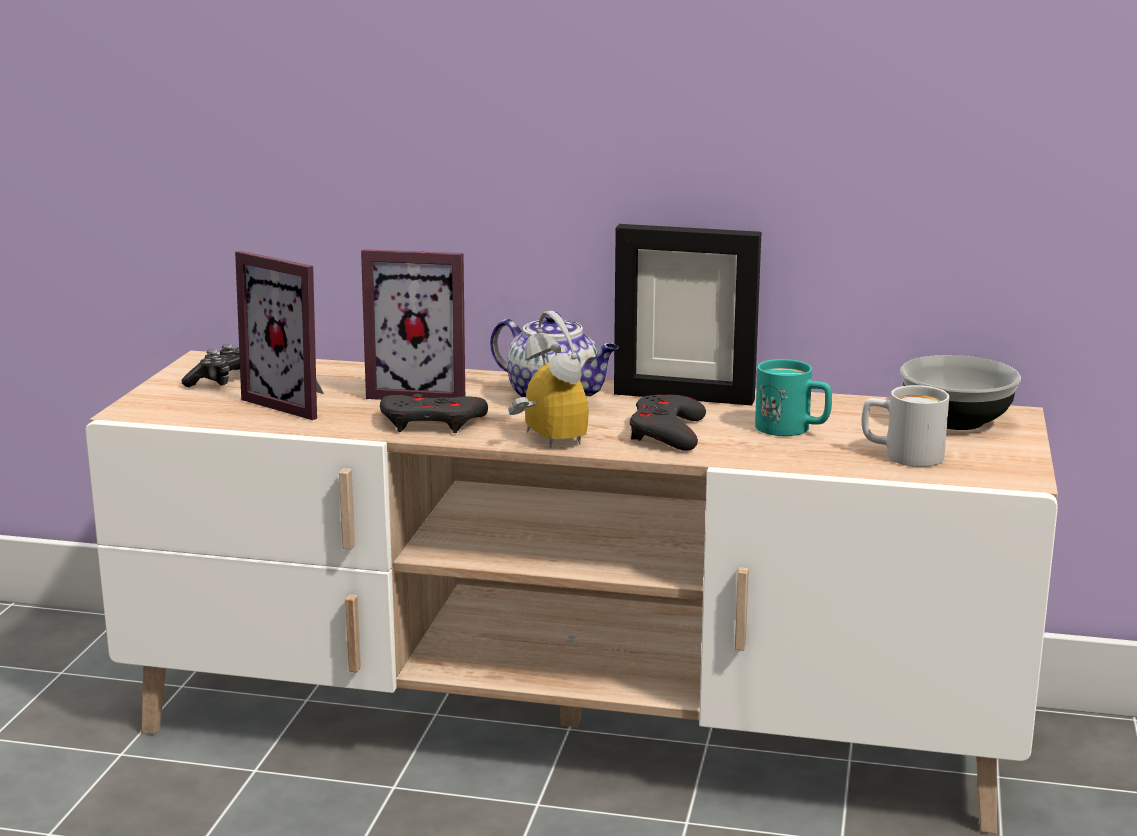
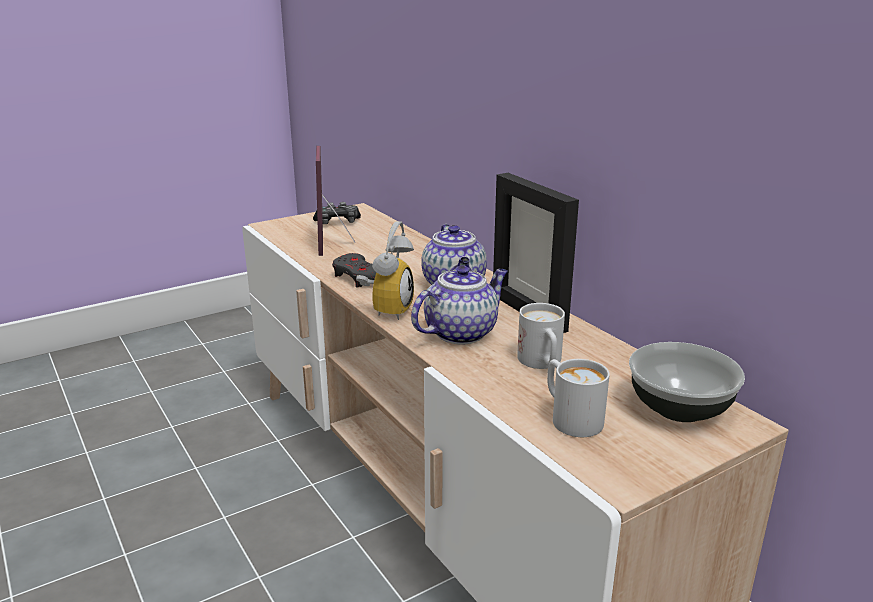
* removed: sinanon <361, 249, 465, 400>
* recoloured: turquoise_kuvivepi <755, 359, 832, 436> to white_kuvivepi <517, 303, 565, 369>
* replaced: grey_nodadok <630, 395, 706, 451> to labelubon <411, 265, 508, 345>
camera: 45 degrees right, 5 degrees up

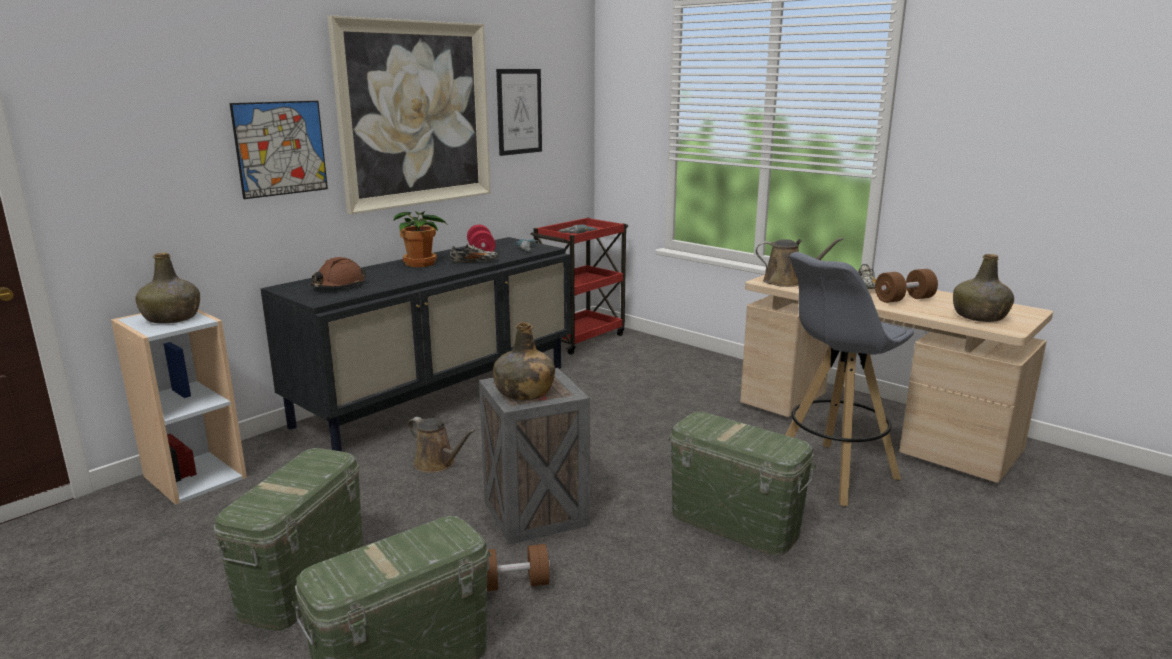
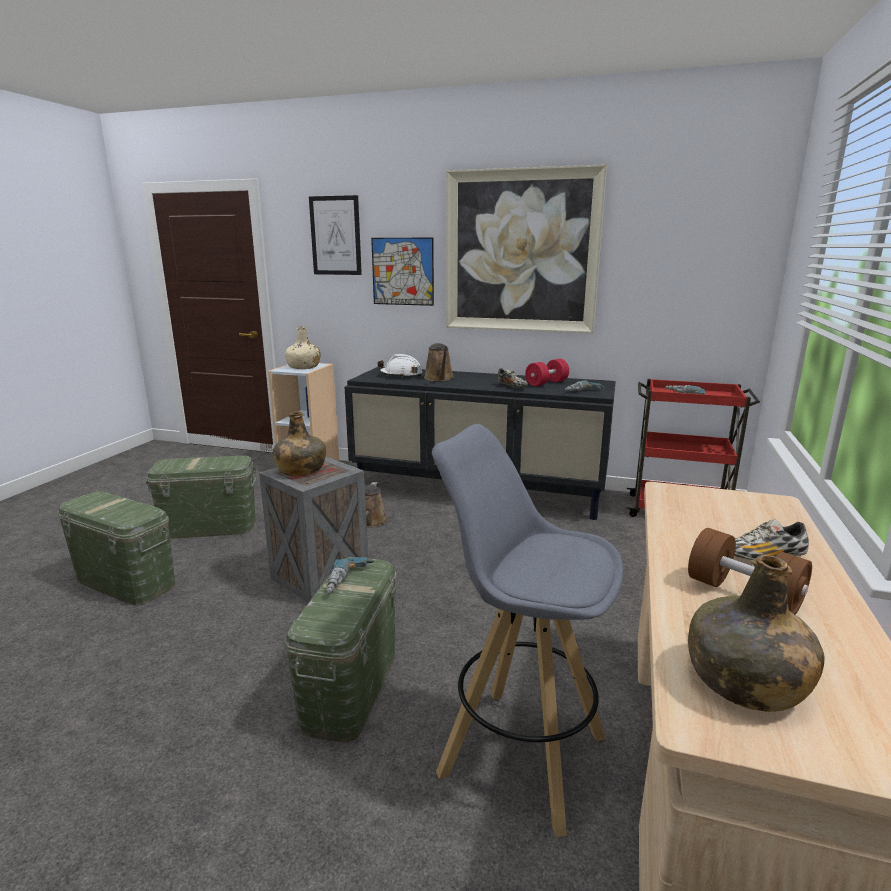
* moved: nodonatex <496, 69, 542, 156> to <309, 195, 362, 275>
* removed: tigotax <393, 211, 447, 267>
* moved: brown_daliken <756, 237, 843, 287> to <424, 343, 454, 381>
* recoloured: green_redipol <135, 252, 200, 324> to beige_redipol <285, 327, 320, 369>
* recoloured: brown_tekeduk <310, 257, 366, 288> to white_tekeduk <377, 354, 422, 378>
* removed: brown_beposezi <487, 544, 550, 591>
* added: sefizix <326, 557, 374, 594>
camera: 65 degrees right, 0 degrees up

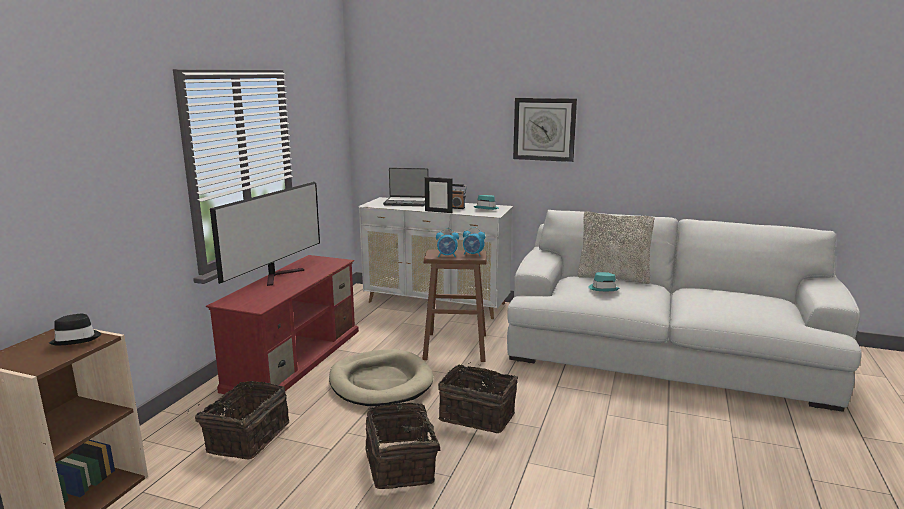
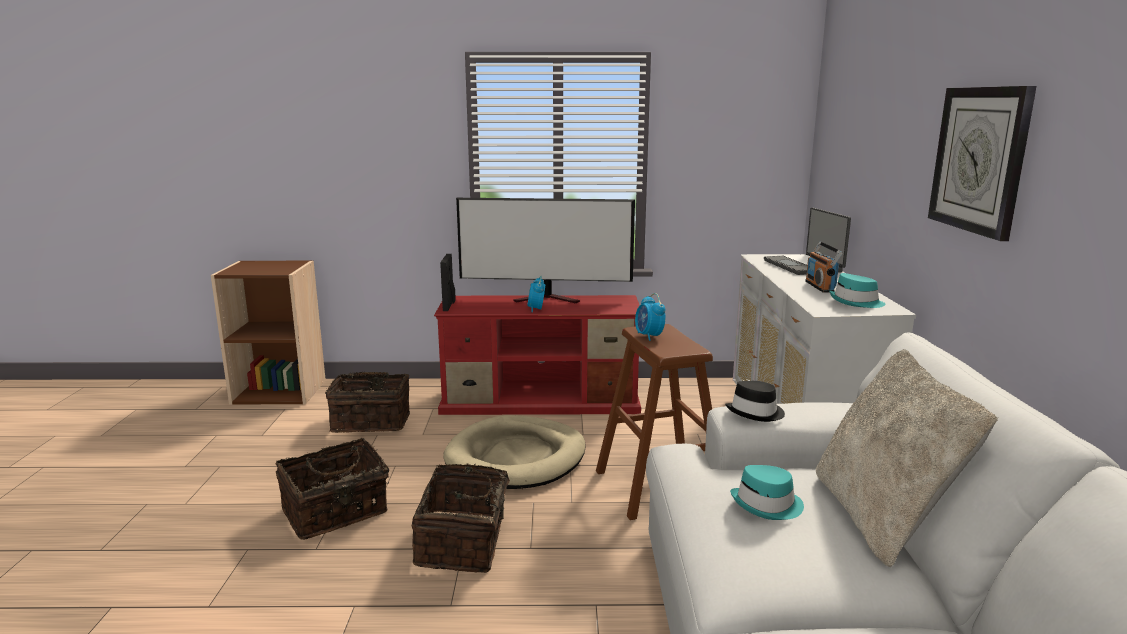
* moved: sinanon <425, 177, 452, 213> to <440, 254, 456, 311>
* moved: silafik <463, 227, 485, 256> to <527, 275, 545, 313>
* moved: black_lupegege <49, 314, 101, 345> to <725, 381, 785, 422>
camera: 70 degrees right, 0 degrees up

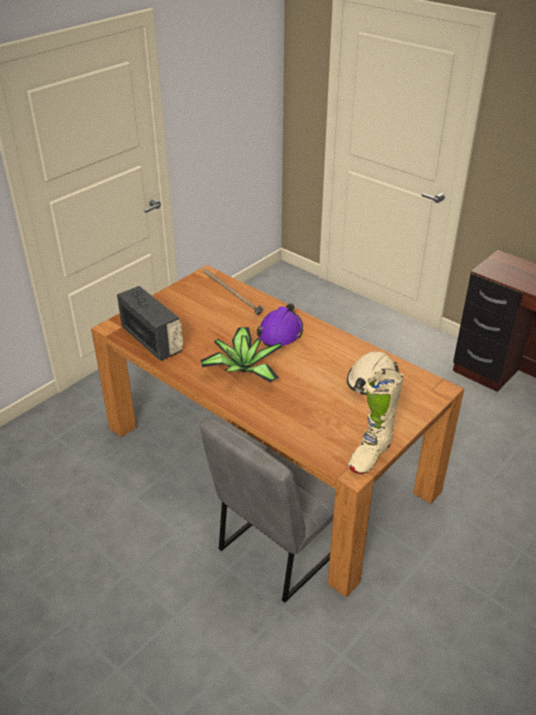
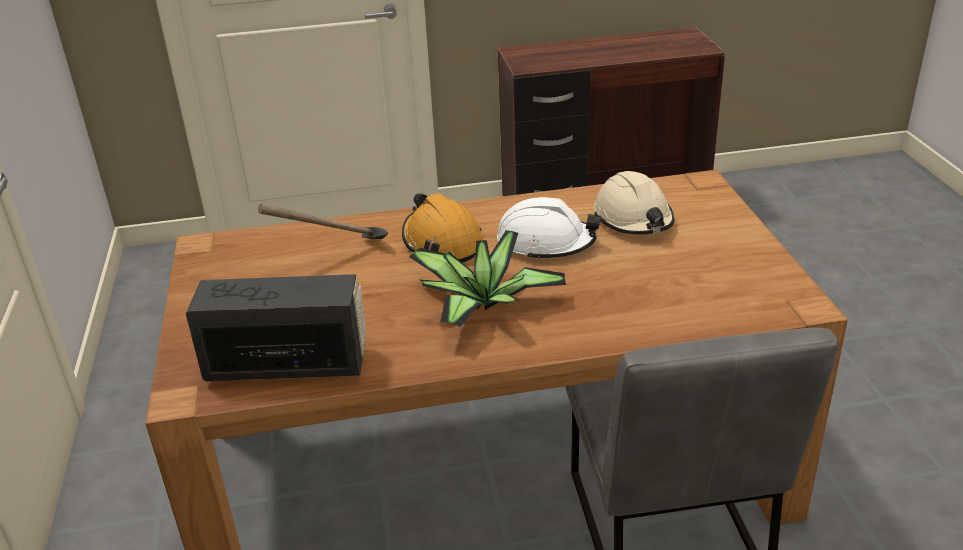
* recoloured: purple_tekeduk <257, 303, 303, 347> to orange_tekeduk <402, 193, 483, 263>
* removed: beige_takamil <348, 368, 404, 474>
* added: white_tekeduk <497, 197, 600, 261>
camera: 50 degrees left, 5 degrees down

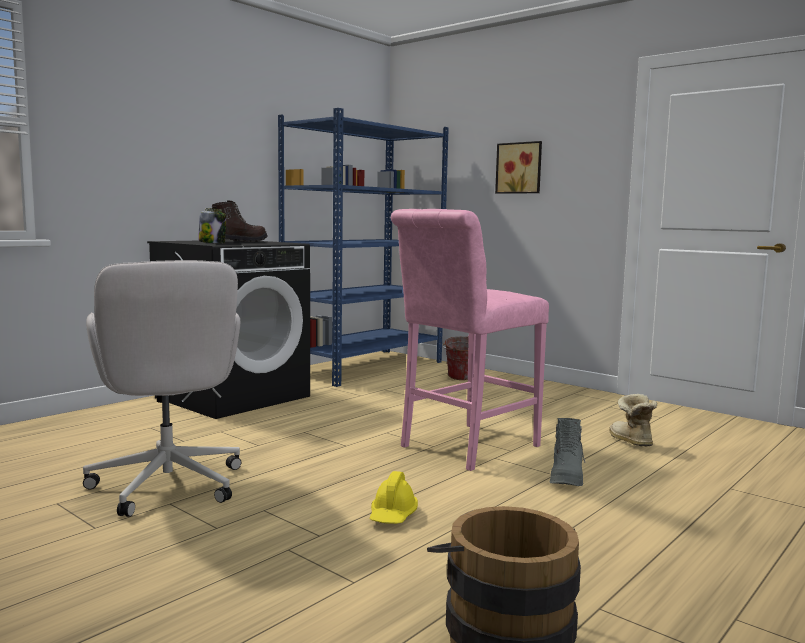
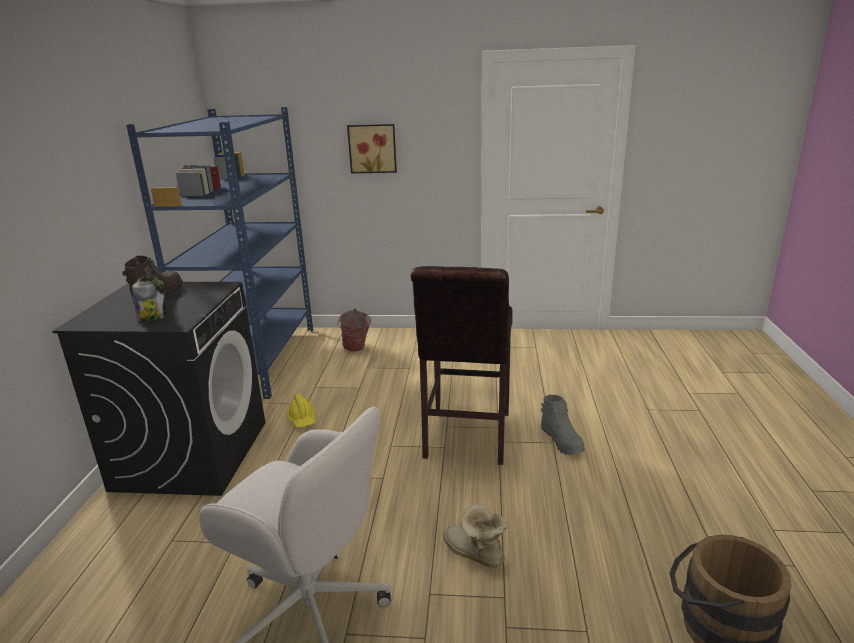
* recoloured: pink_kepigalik <391, 209, 549, 471> to brown_kepigalik <411, 266, 513, 465>
* moved: takamil <609, 394, 657, 446> to <443, 504, 508, 568>
* moved: yellow_tekeduk <370, 471, 418, 524> to <287, 393, 316, 427>
camera: 35 degrees left, 15 degrees up

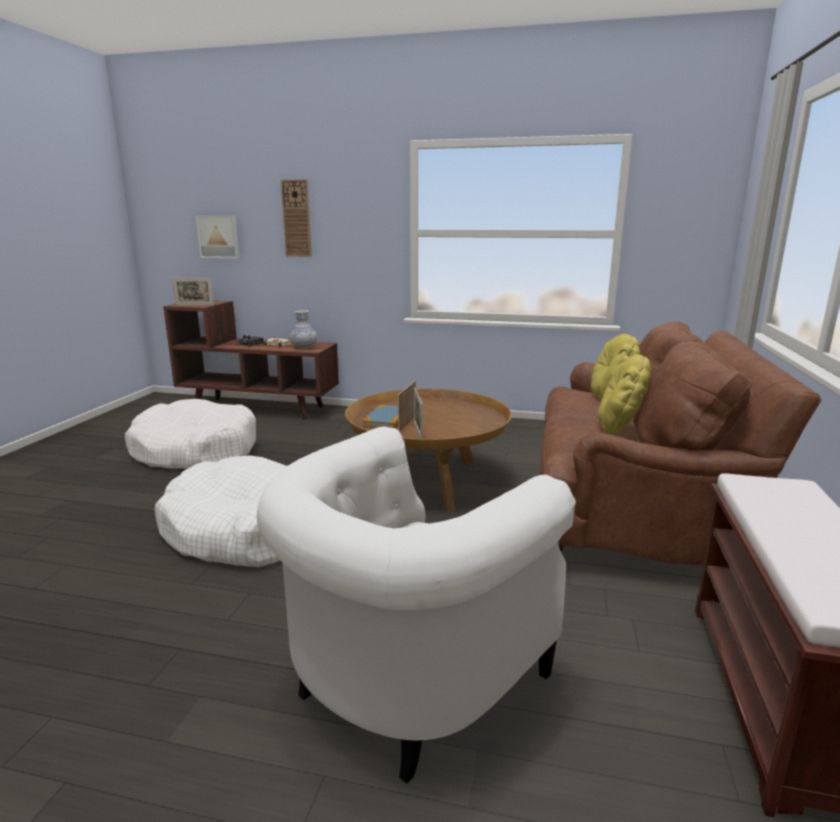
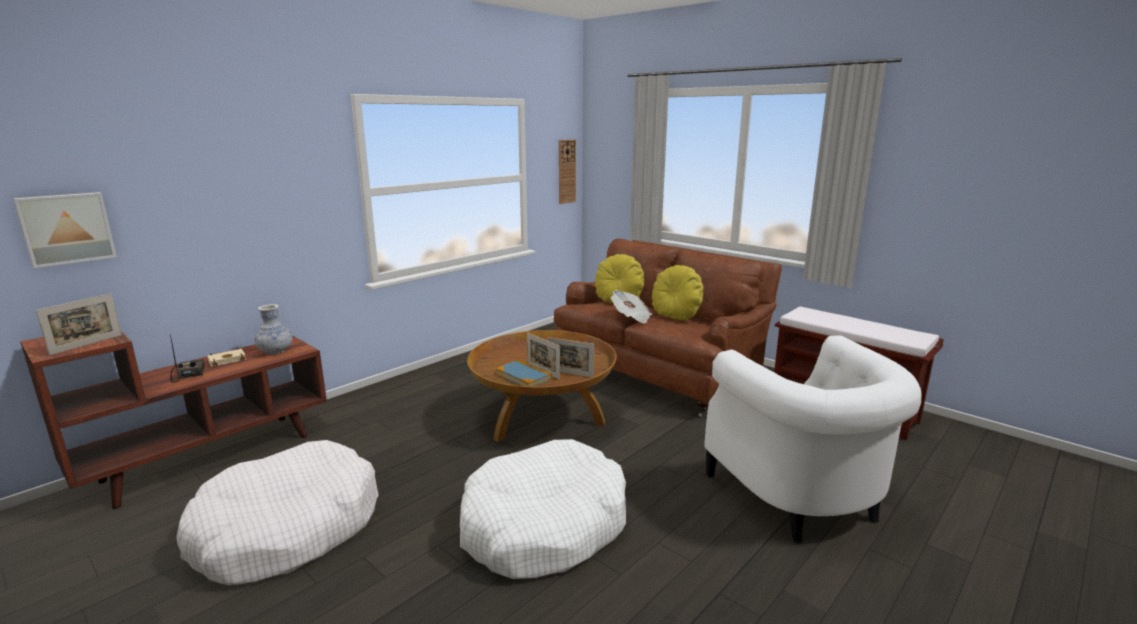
* moved: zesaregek <281, 179, 312, 257> to <559, 139, 576, 204>
* added: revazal <611, 290, 652, 324>
camera: 60 degrees left, 0 degrees up

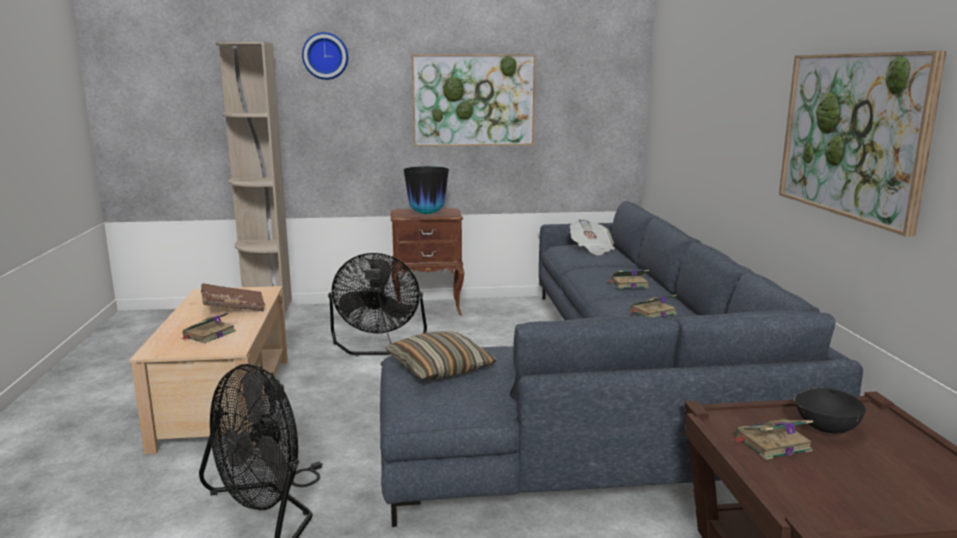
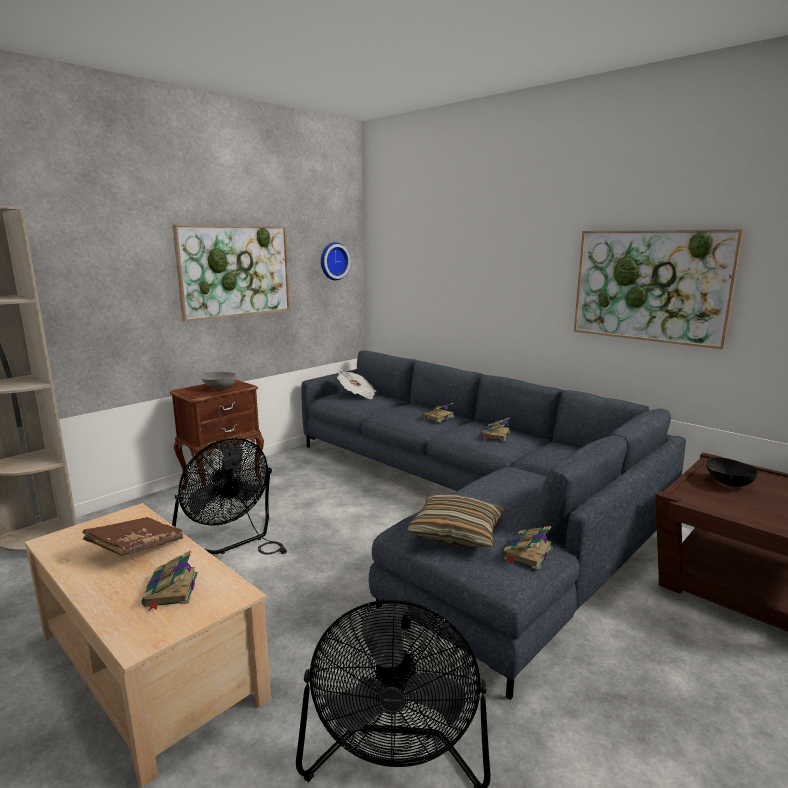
* moved: zesaregek <302, 32, 348, 80> to <321, 242, 351, 280>
* replaced: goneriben <403, 166, 449, 214> to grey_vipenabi <200, 372, 236, 390>
* moved: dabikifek <733, 420, 813, 460> to <502, 526, 553, 570>
camera: 40 degrees left, 0 degrees up

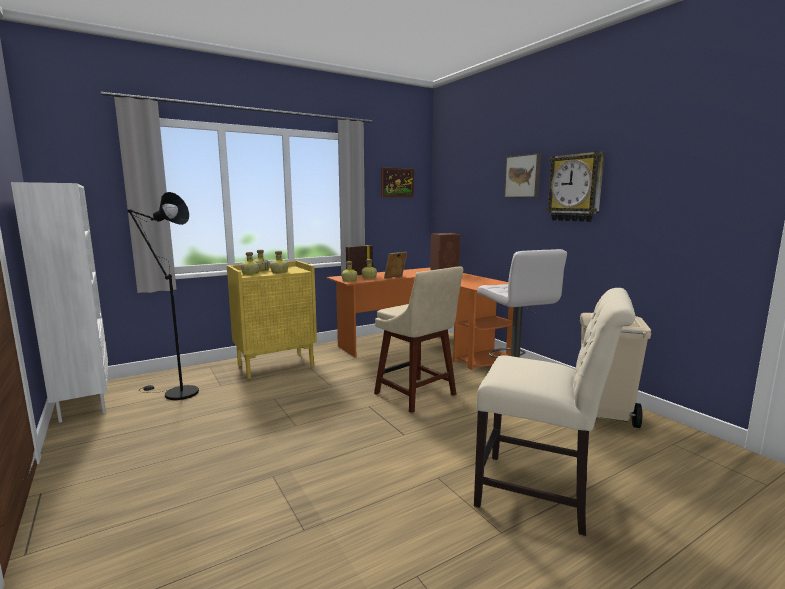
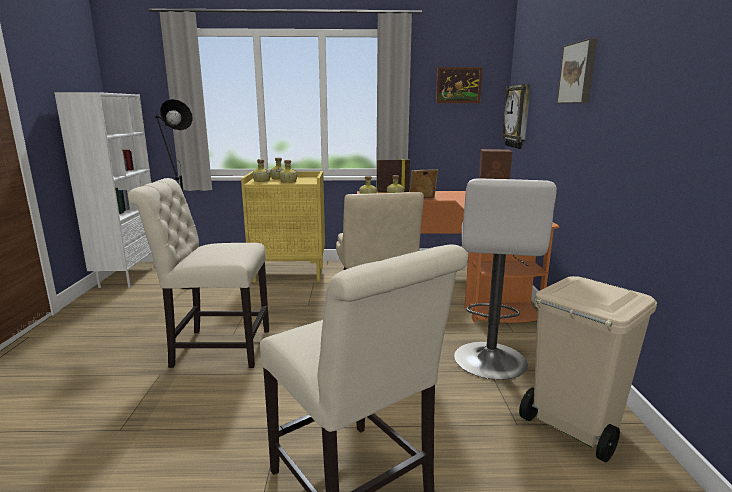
* moved: zesaregek <546, 151, 604, 222> to <502, 84, 531, 149>
* added: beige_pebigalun <128, 178, 269, 368>
camera: 30 degrees right, 5 degrees up

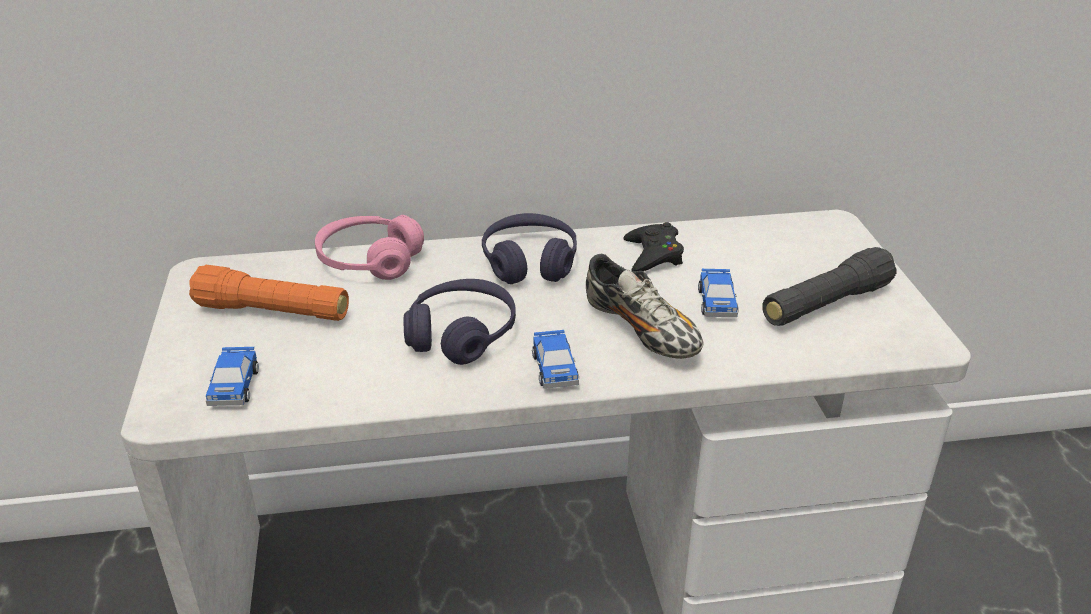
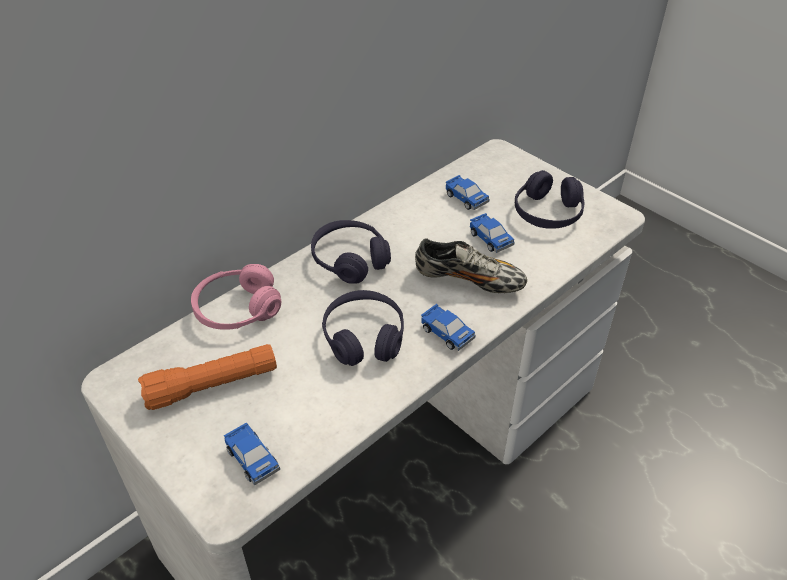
* removed: black_nodadok <623, 222, 684, 271>
* replaced: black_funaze <762, 247, 897, 326> to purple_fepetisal <515, 170, 584, 229>
* added: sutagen <446, 175, 489, 210>
camera: 35 degrees left, 10 degrees up

